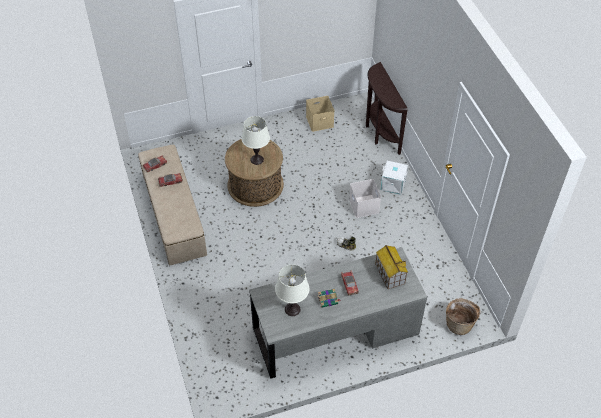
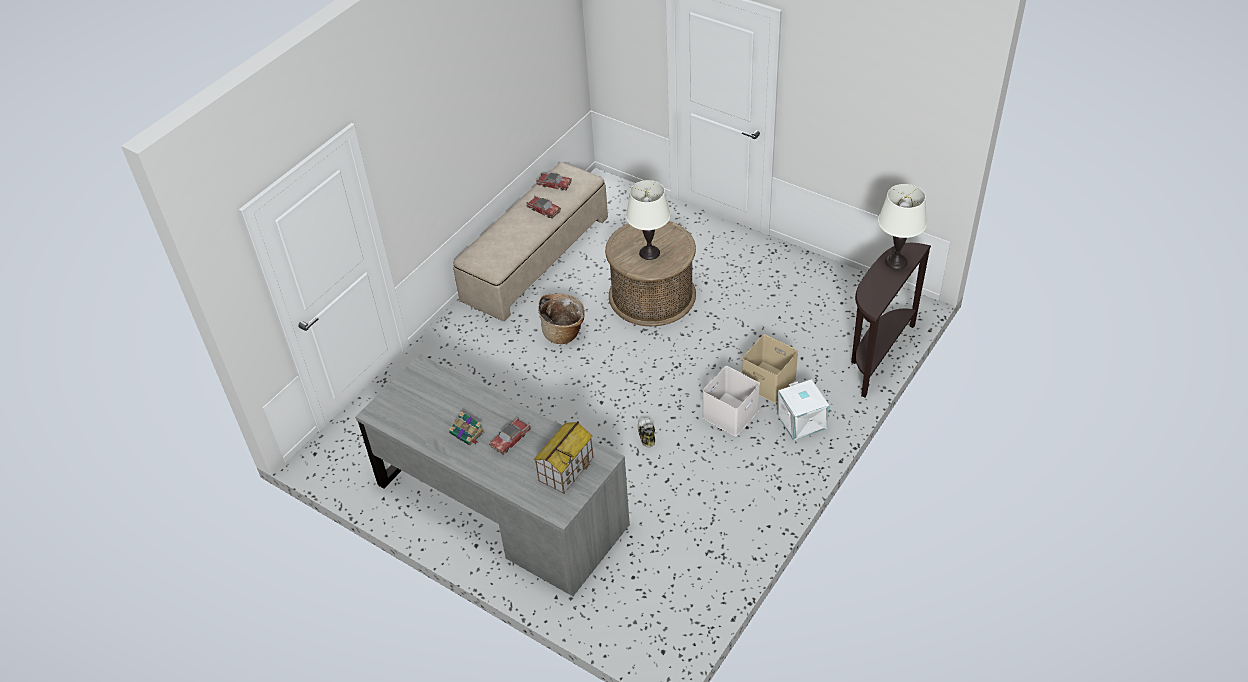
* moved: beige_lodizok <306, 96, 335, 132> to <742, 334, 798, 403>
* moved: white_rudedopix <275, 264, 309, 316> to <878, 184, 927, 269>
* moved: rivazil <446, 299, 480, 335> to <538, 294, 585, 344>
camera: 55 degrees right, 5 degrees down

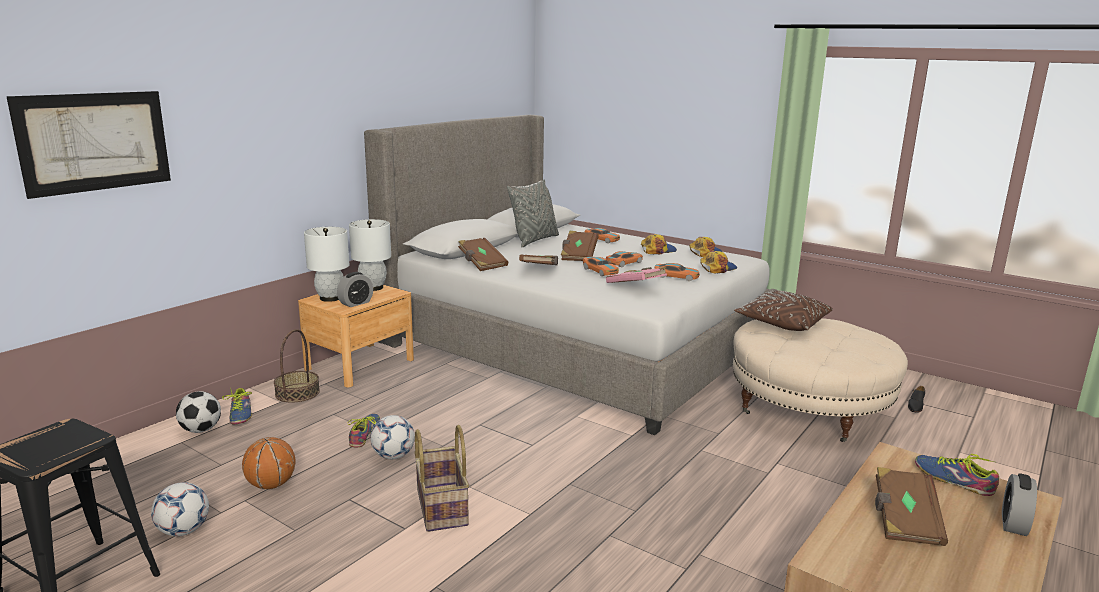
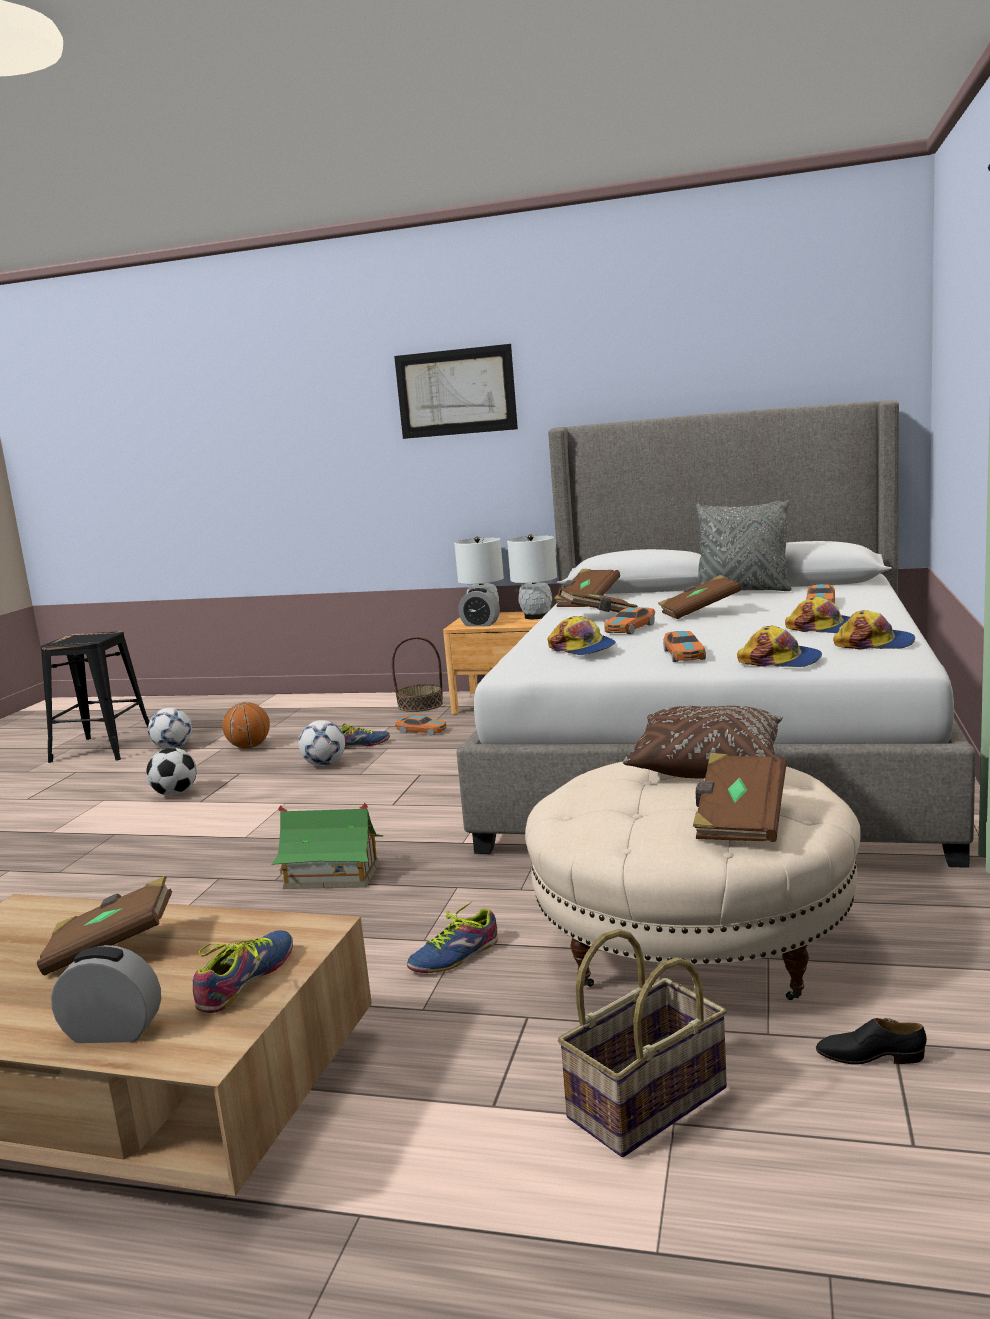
* moved: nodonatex <6, 91, 171, 199> to <394, 344, 518, 439>
* moved: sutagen <606, 251, 643, 267> to <395, 715, 447, 736>
* replaced: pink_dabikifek <606, 267, 667, 283> to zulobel <547, 616, 616, 655>
* moved: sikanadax <222, 388, 252, 424> to <407, 901, 498, 973>
* moved: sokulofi <176, 391, 221, 433> to <146, 748, 196, 796>
* moved: rivazil <414, 425, 469, 532> to <558, 929, 727, 1157>
* added: brown_dabikifek <693, 753, 787, 842>
* added: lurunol <272, 802, 383, 889>
camera: 70 degrees right, 5 degrees down

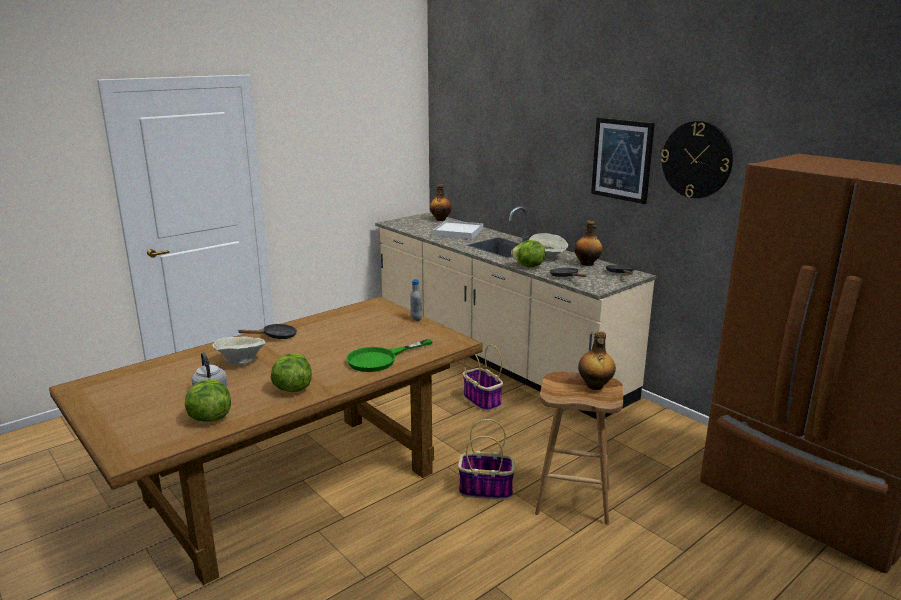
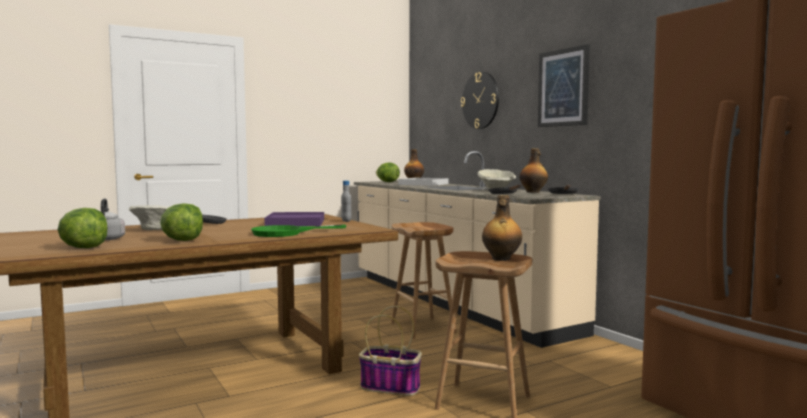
* moved: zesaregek <661, 121, 733, 198> to <461, 72, 499, 129>
* moved: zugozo <511, 240, 545, 267> to <376, 162, 400, 182>
* replaced: rivazil <463, 344, 503, 411> to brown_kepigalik <391, 222, 457, 339>
* added: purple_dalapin <264, 212, 324, 226>
camera: 10 degrees right, 15 degrees down

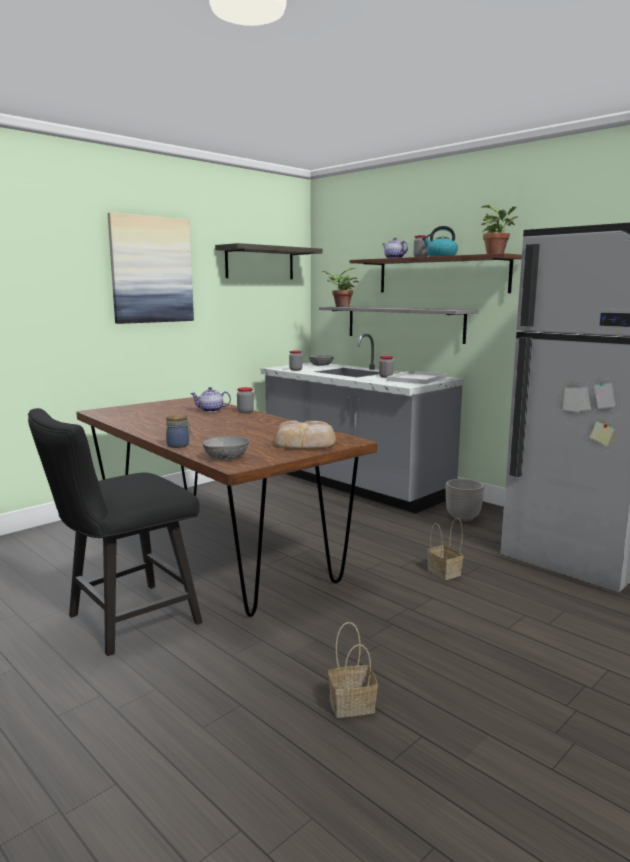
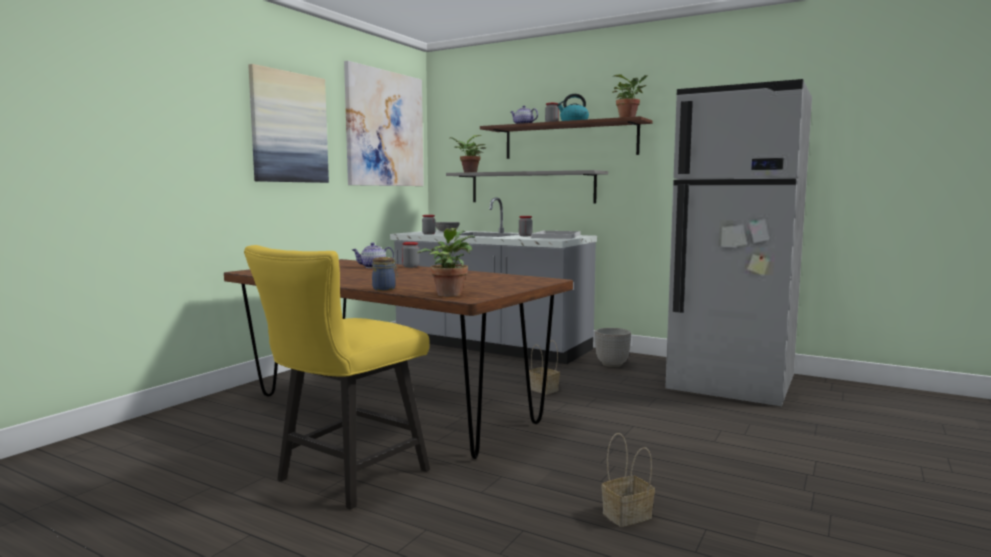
* replaced: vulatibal <215, 243, 323, 279> to nodonatex <344, 61, 424, 186>
* recoloured: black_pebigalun <28, 408, 203, 656> to yellow_pebigalun <244, 245, 430, 509>
* removed: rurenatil <274, 420, 336, 449>
* replaced: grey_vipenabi <203, 436, 249, 460> to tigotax <417, 228, 475, 297>
* moved: rivazil <427, 518, 463, 580> to <529, 340, 560, 395>
camera: 15 degrees left, 5 degrees down

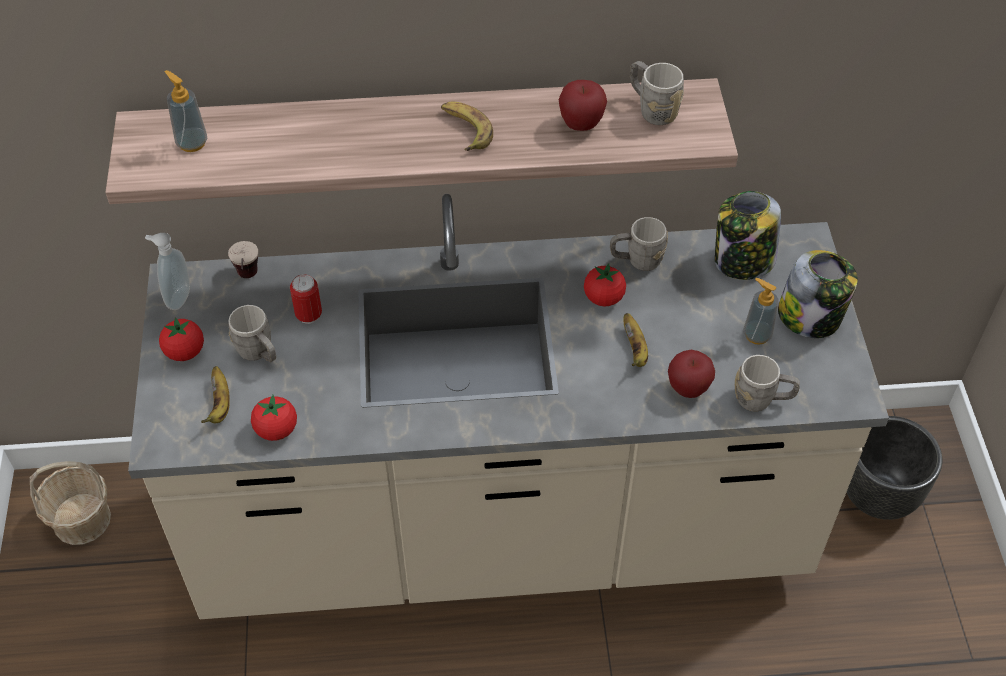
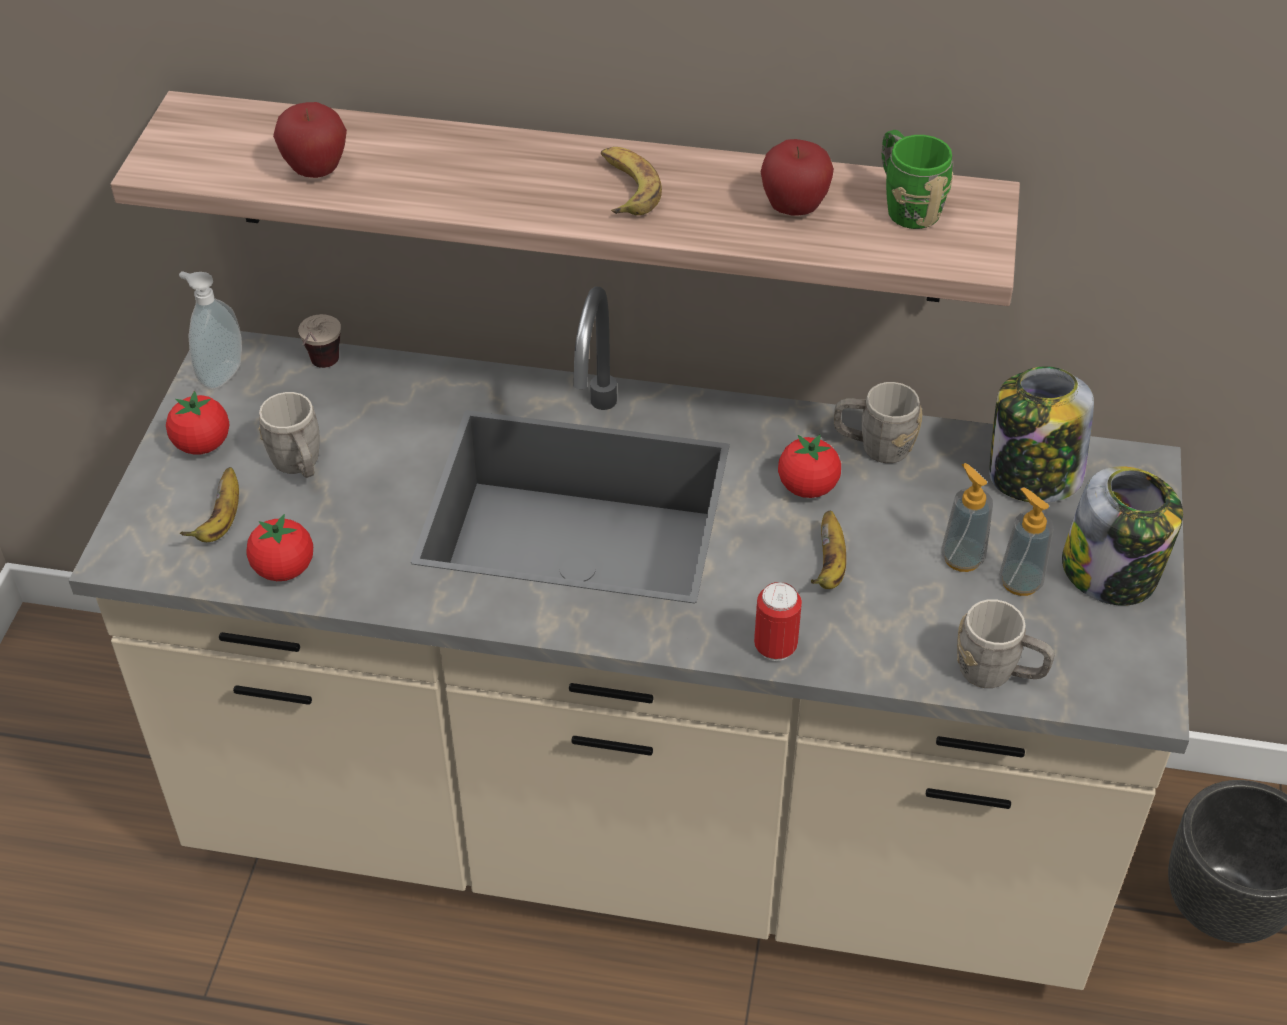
* recoloured: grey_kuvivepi <630, 61, 684, 125> to green_kuvivepi <882, 130, 953, 229>
* moved: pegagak <164, 70, 207, 152> to <941, 463, 993, 572>
* moved: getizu <290, 274, 322, 324> to <754, 582, 802, 661>
* moved: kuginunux <668, 350, 715, 398> to <273, 102, 347, 178>
* removed: rivazil <30, 461, 111, 545>
camera: 15 degrees right, 5 degrees down

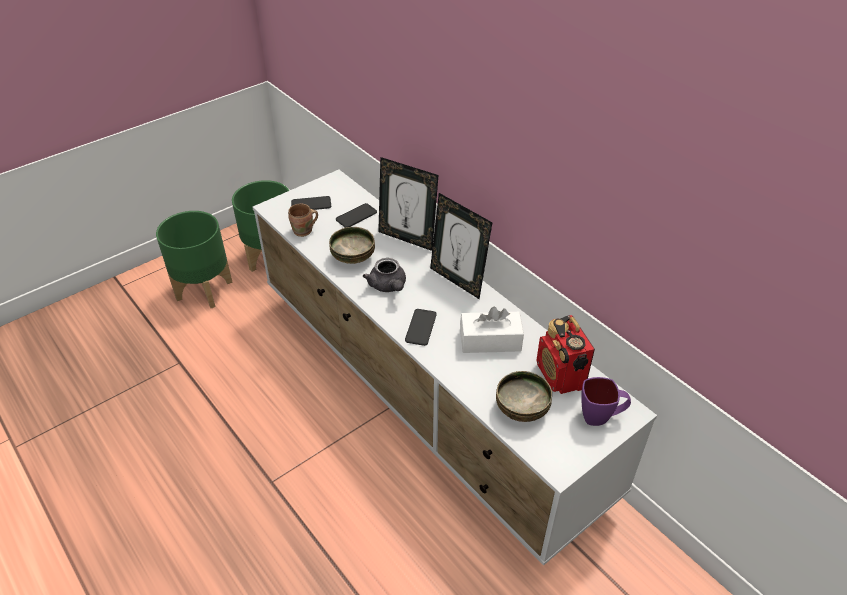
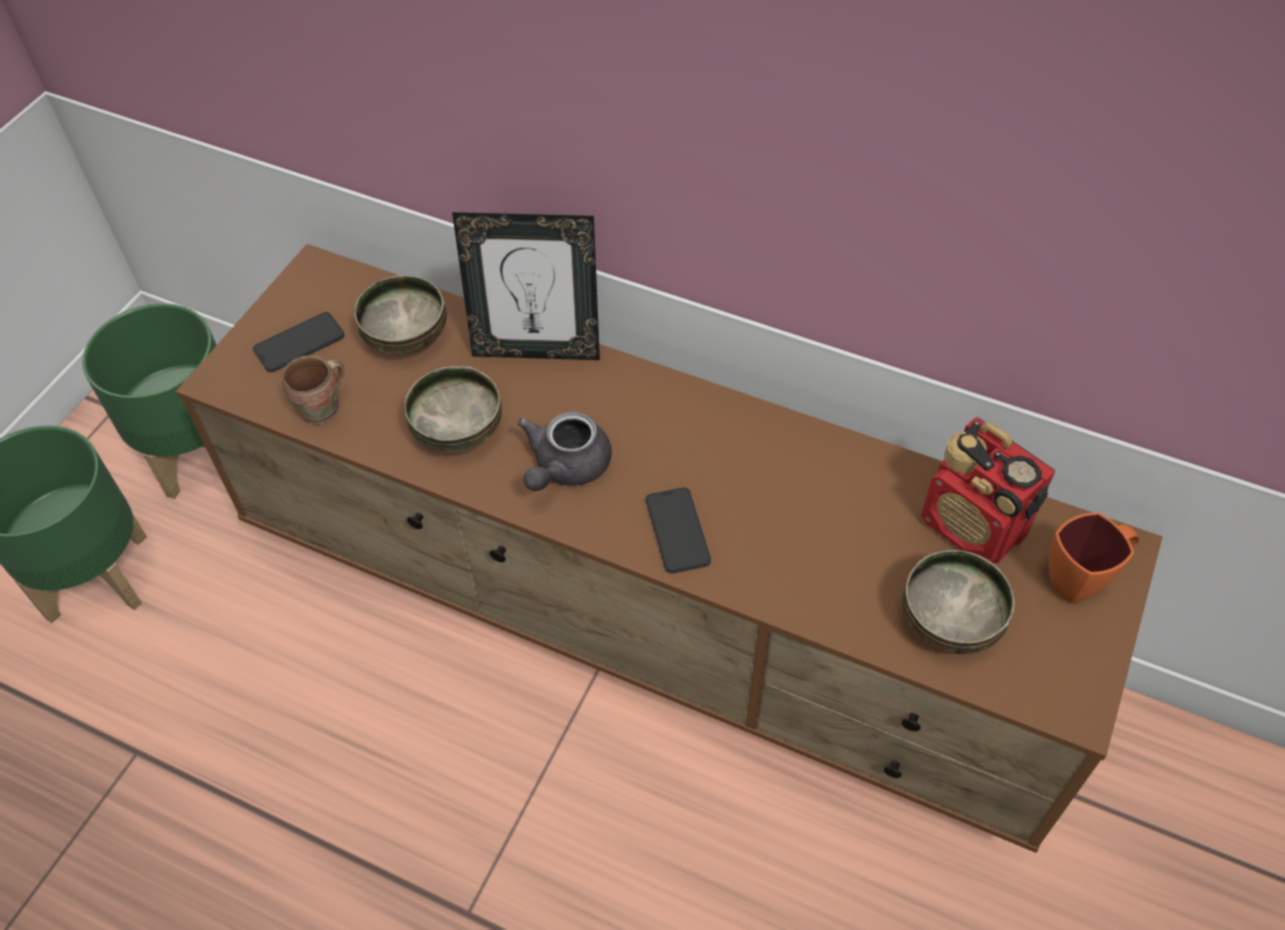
* recoloured: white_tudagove <253, 170, 657, 566> to brown_tudagove <176, 244, 1162, 853>
* removed: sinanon <430, 193, 493, 299>
* replaced: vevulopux <336, 203, 377, 228> to vipenabi <354, 275, 447, 355>
* turned: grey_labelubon <363, 258, 406, 292> = <517, 412, 612, 491> 75 degrees clockwise
* removed: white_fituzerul <460, 307, 524, 353>
* recoloured: purple_kuvivepi <581, 377, 631, 426> to orange_kuvivepi <1049, 512, 1139, 603>
camera: 25 degrees left, 10 degrees up

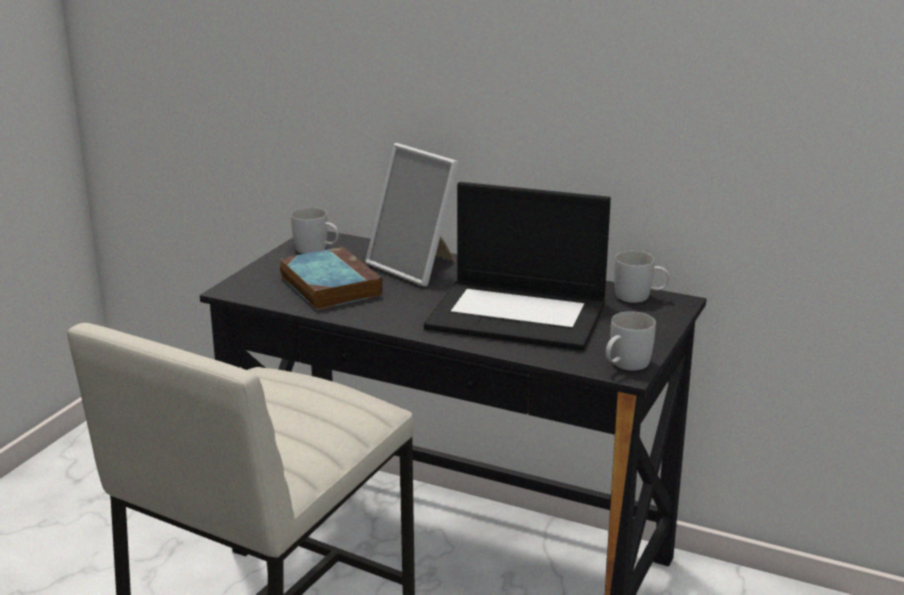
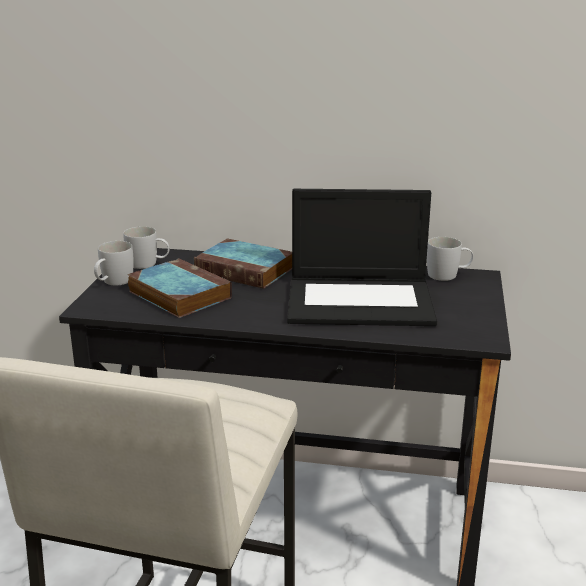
* replaced: sinanon <365, 143, 459, 287> to dabikifek <194, 238, 292, 289>
* moved: white_kuvivepi <606, 311, 656, 371> to <94, 241, 134, 285>
camera: 15 degrees left, 0 degrees up

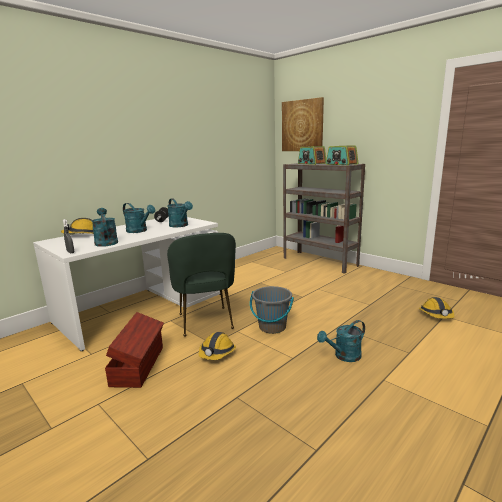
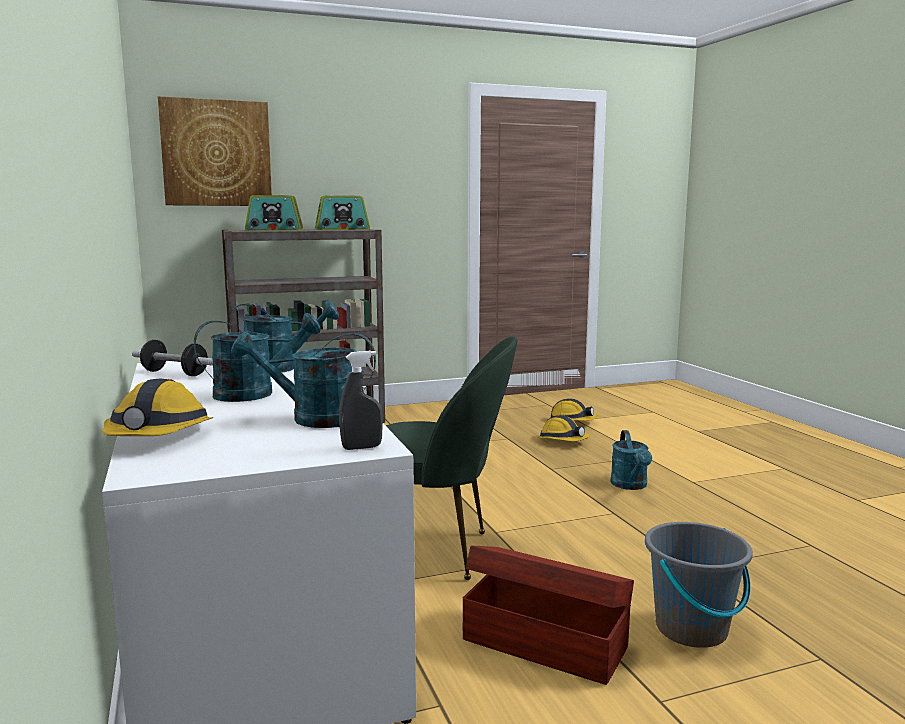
* moved: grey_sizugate <250, 286, 294, 334> to <645, 522, 753, 648>
* moved: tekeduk <199, 332, 236, 360> to <538, 415, 590, 441>
camera: 65 degrees left, 5 degrees down

